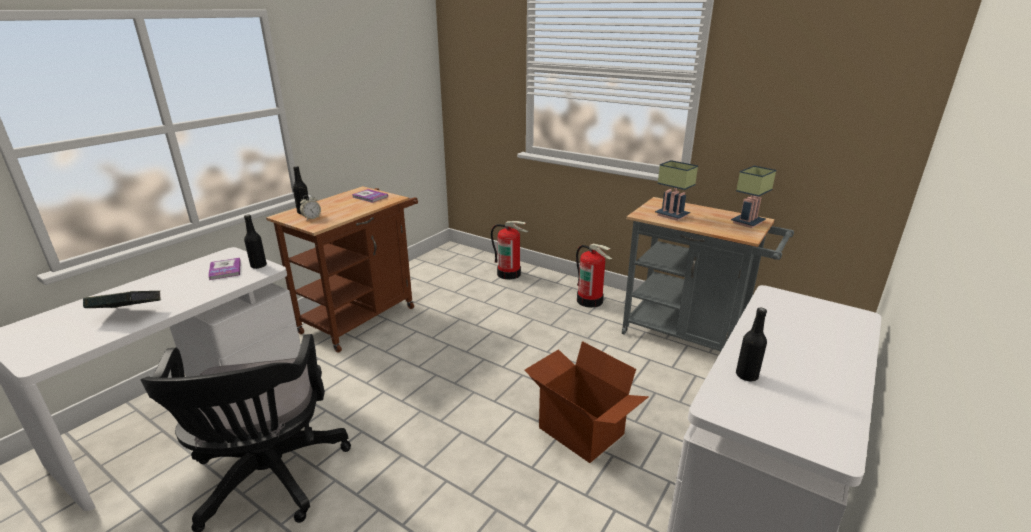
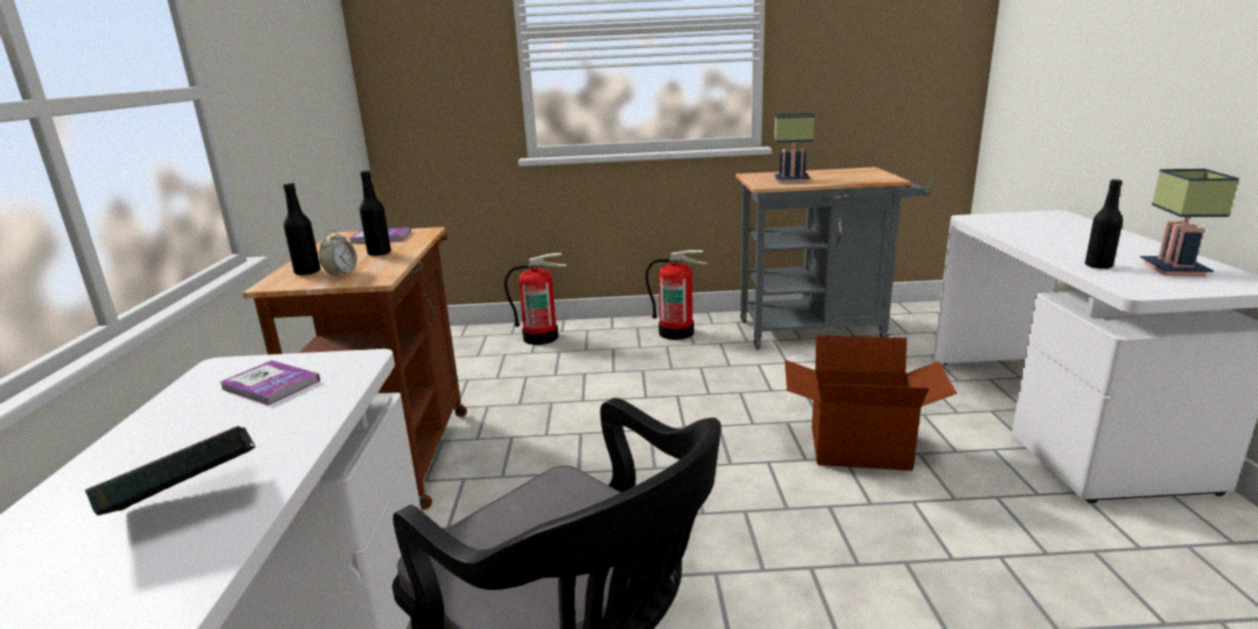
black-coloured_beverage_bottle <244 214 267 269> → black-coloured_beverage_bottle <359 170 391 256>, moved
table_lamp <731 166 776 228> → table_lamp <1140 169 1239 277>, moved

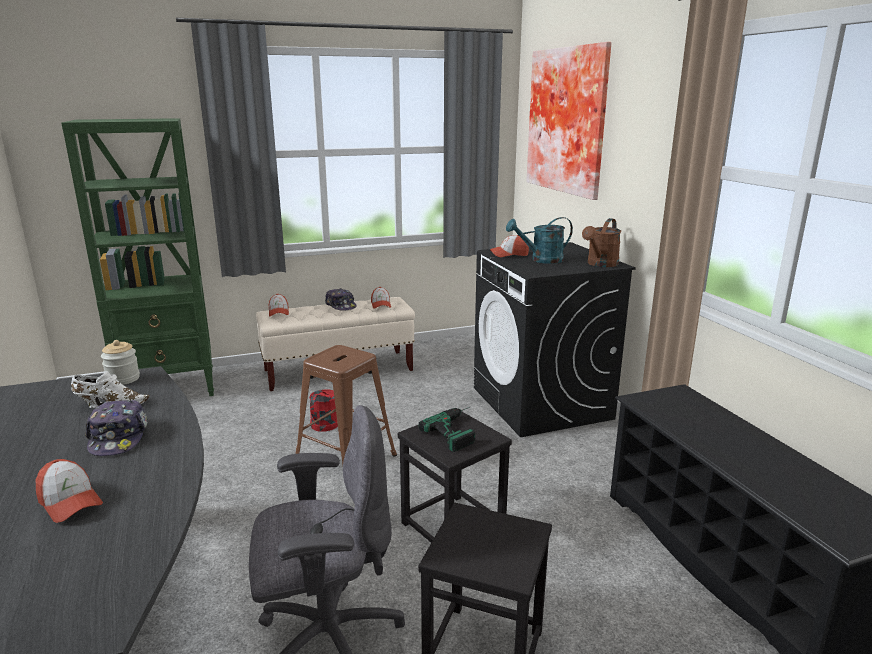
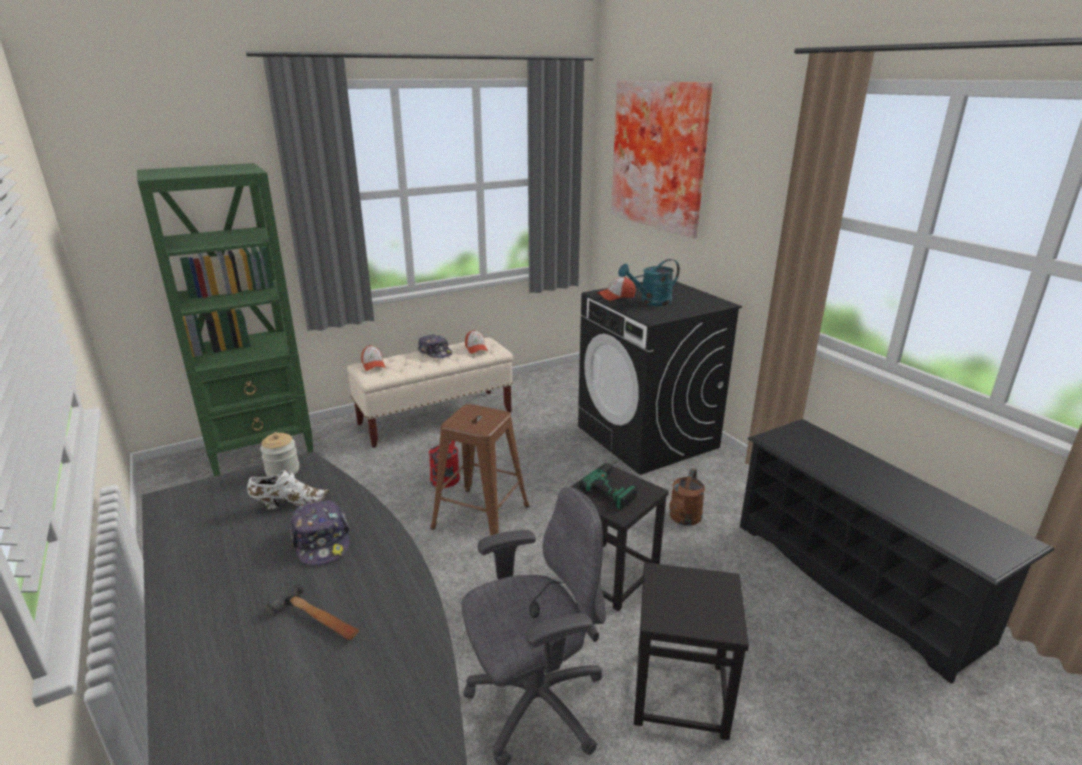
peaked_cap <36 459 103 523> → tool_hammer <266 584 359 640>
brown-coloured_sprinkling_can <582 218 621 267> → brown-coloured_sprinkling_can <669 468 705 526>, moved

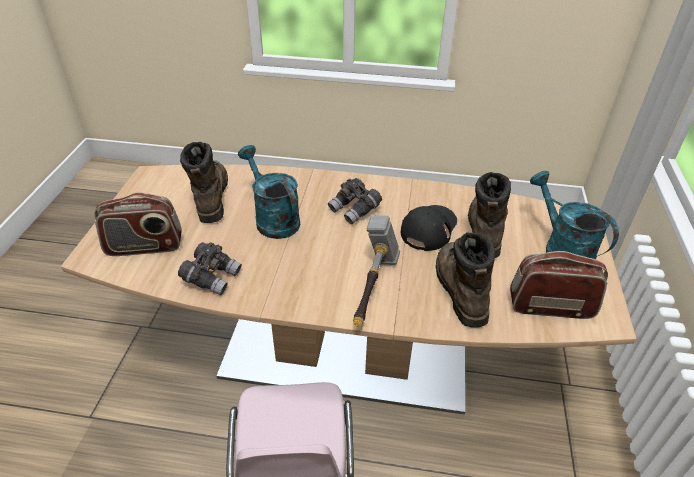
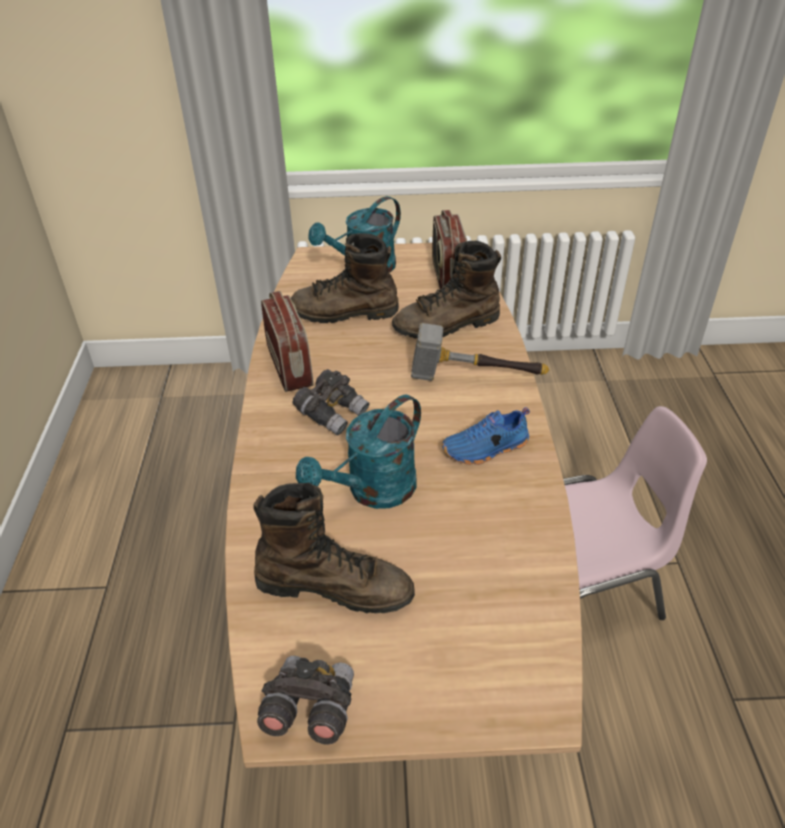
brown-coloured_boot <180 142 228 223> → brown-coloured_boot <253 482 415 613>, 150 degrees counterclockwise
grey_pair_of_binoculars <178 242 242 295> → grey_pair_of_binoculars <257 656 354 745>, moved
radio_set <95 193 182 256> → radio_set <261 291 314 392>, moved
- → blue_shoe <442 407 530 465>
black-coloured_peaked_cap <401 205 457 251> → -

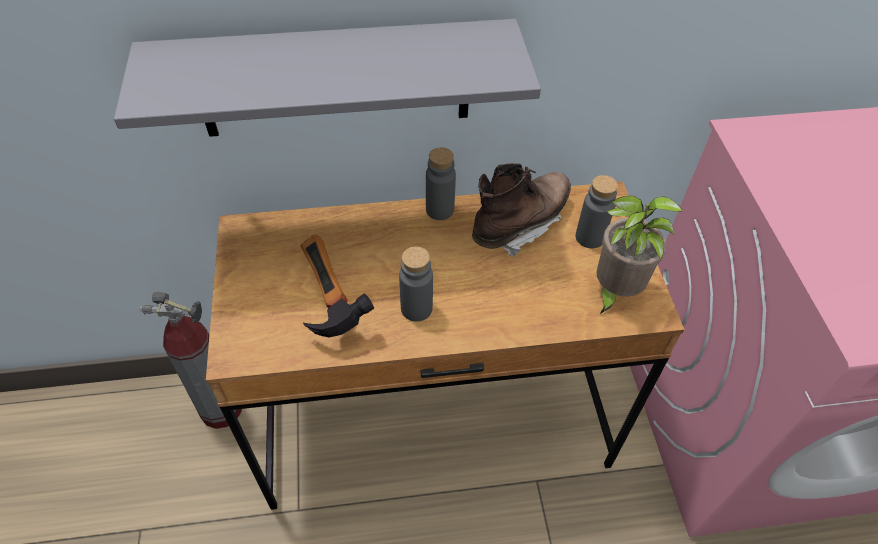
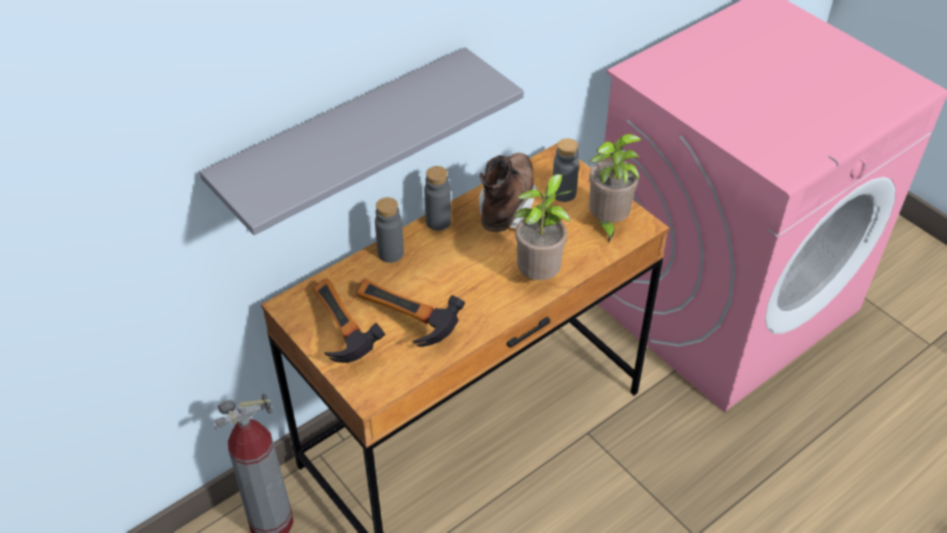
- → tool_hammer <313 278 385 363>
grey_beverage_bottle <399 246 433 322> → grey_beverage_bottle <375 197 404 263>, moved
- → houseplant <515 174 573 280>

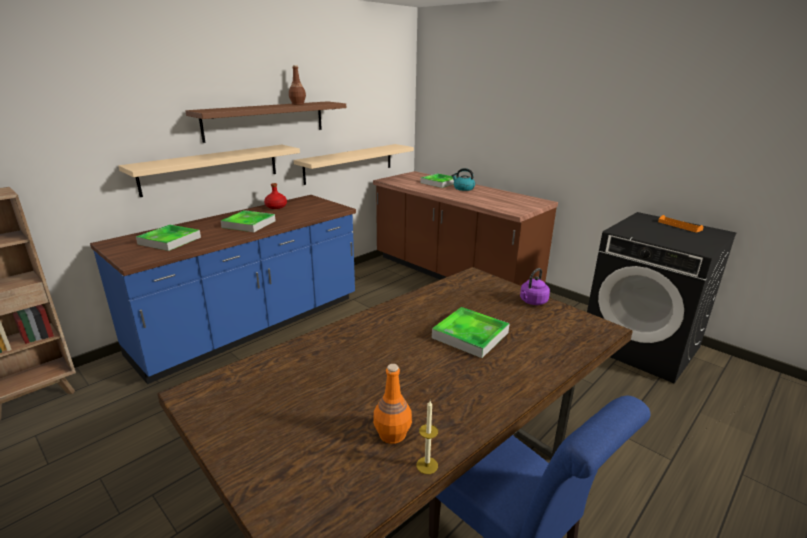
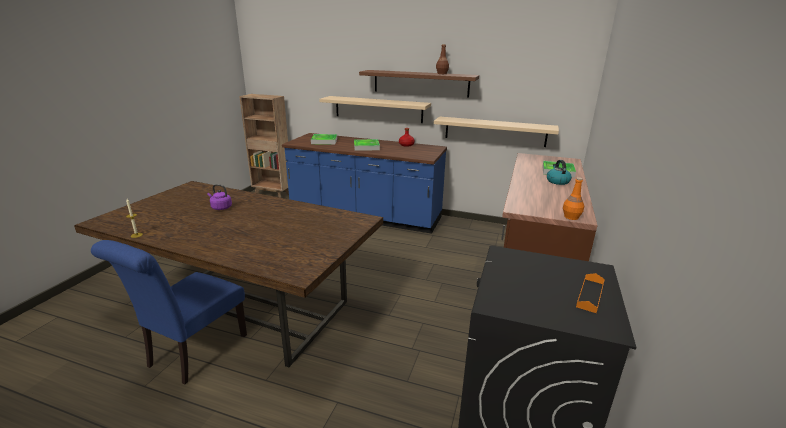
purple_water_kettle <520 268 550 305> → purple_water_kettle <207 184 232 210>, moved
orangey_beverage_bottle <373 364 412 444> → orangey_beverage_bottle <563 177 584 220>, moved
tray <432 307 510 358> → -

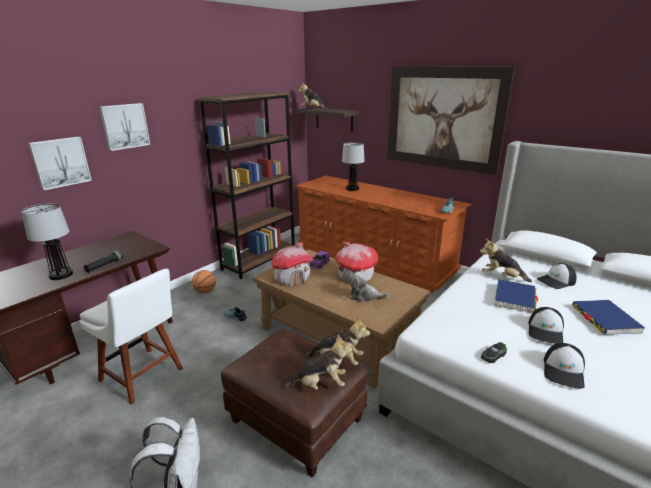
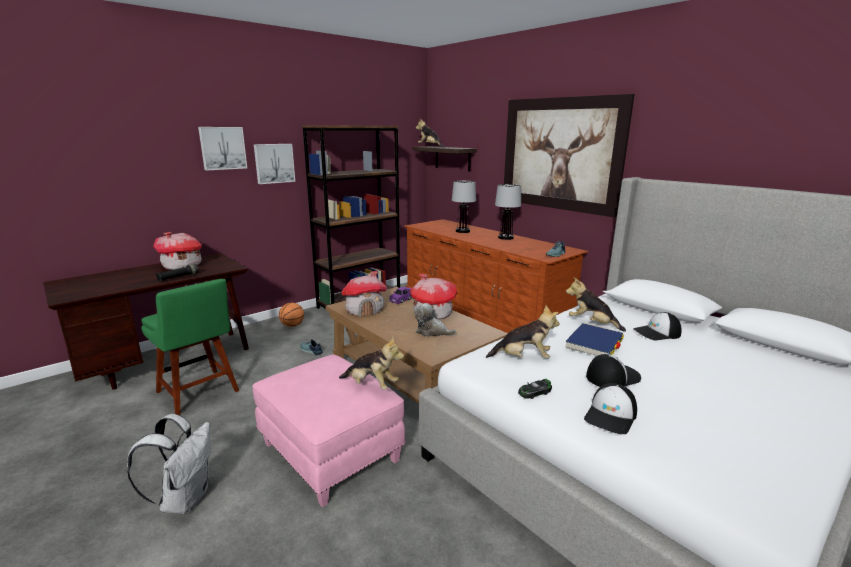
white-coloured_upright_chair <80 269 183 405> → green_upright_chair <141 279 239 415>
- → toy_house <153 232 202 270>
brown-coloured_footrest <221 329 368 478> → pink_footrest <252 354 406 507>
wall_art <28 137 92 190> → wall_art <254 144 295 184>, moved
soft_toy <284 335 352 390> → soft_toy <486 306 560 358>, moved
table_lamp <21 203 73 280> → table_lamp <495 184 521 240>, moved
peaked_cap <528 307 564 344> → peaked_cap <586 354 641 387>, 150 degrees counterclockwise
blue_bound_book <572 300 645 335> → -

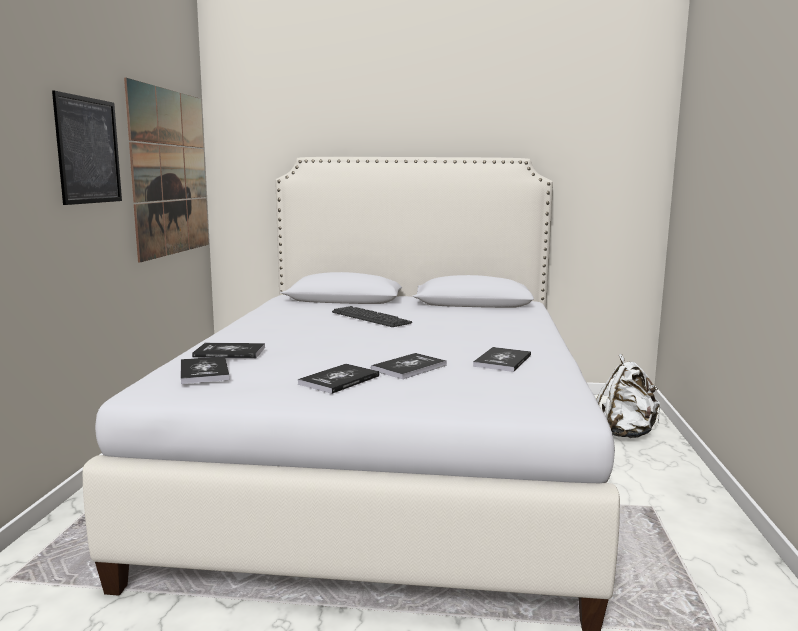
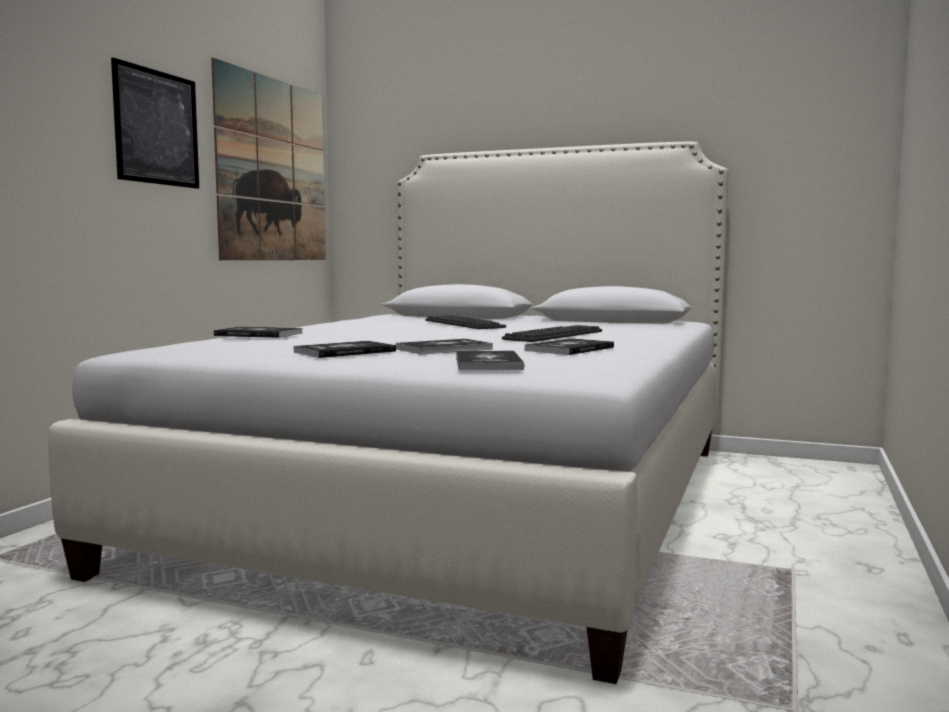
bound_book <181 356 230 384> → bound_book <456 351 524 370>, moved
- → PC_keyboard <502 325 602 342>
white-coloured_backpack <596 354 660 438> → -

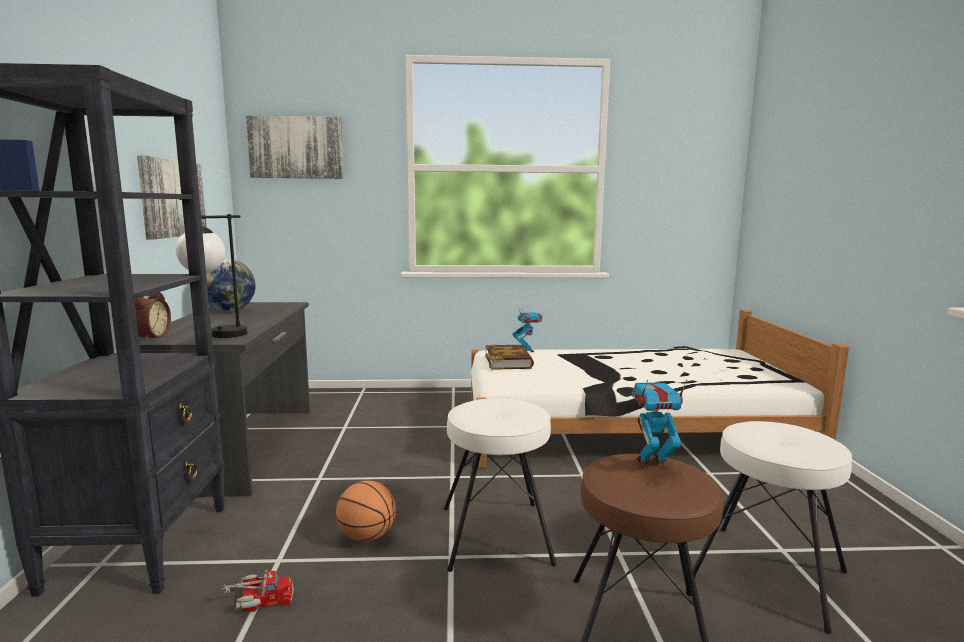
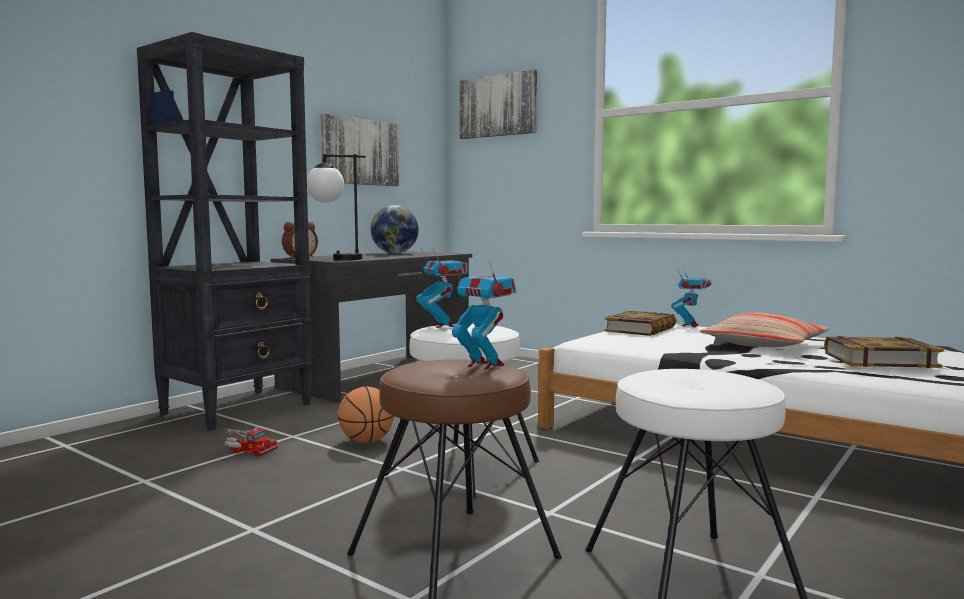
- → toy_robot <416 248 468 328>
- → throw_pillow <700 313 830 347>
- → bound_book <824 336 944 368>

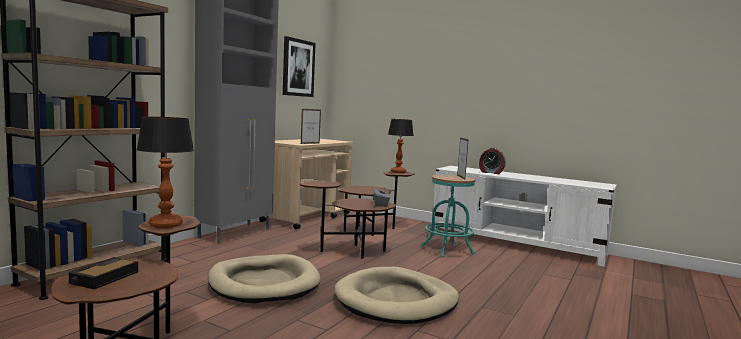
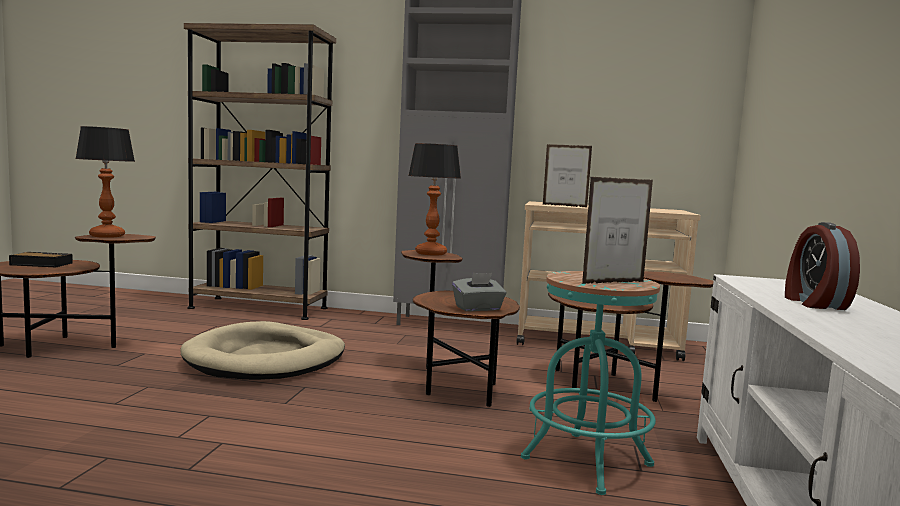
table_lamp <388 119 414 173> → table_lamp <408 143 461 256>, moved
wall_art <283 36 316 97> → -
beige-coloured_pet_bed <334 267 459 324> → -

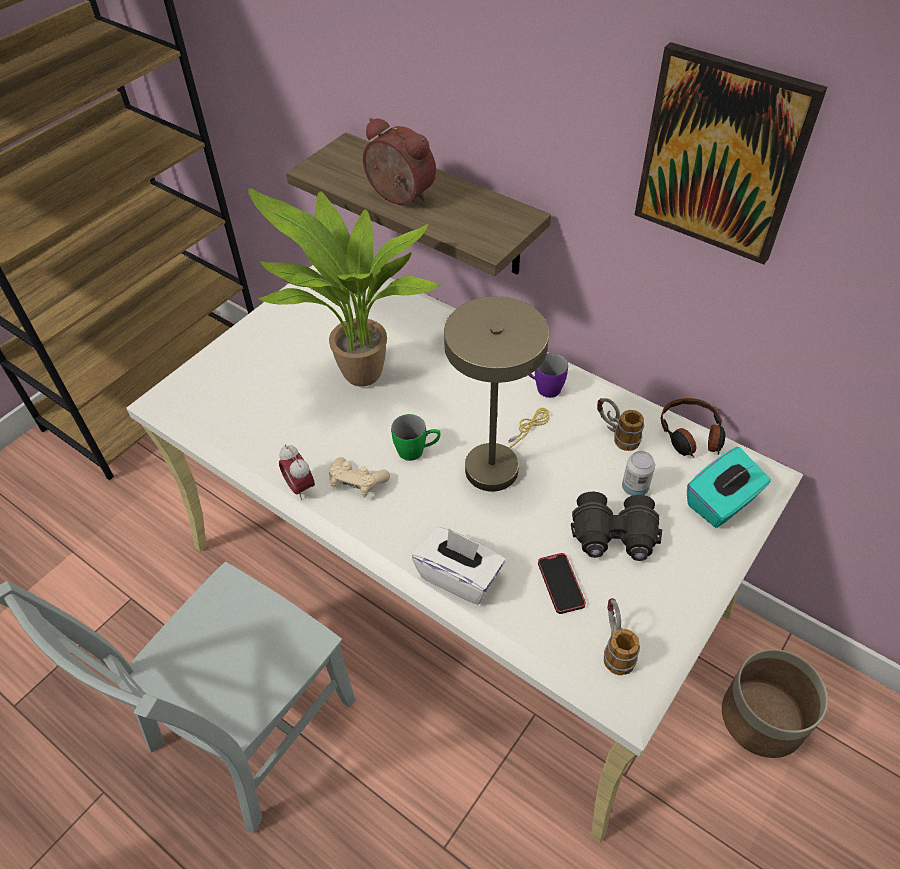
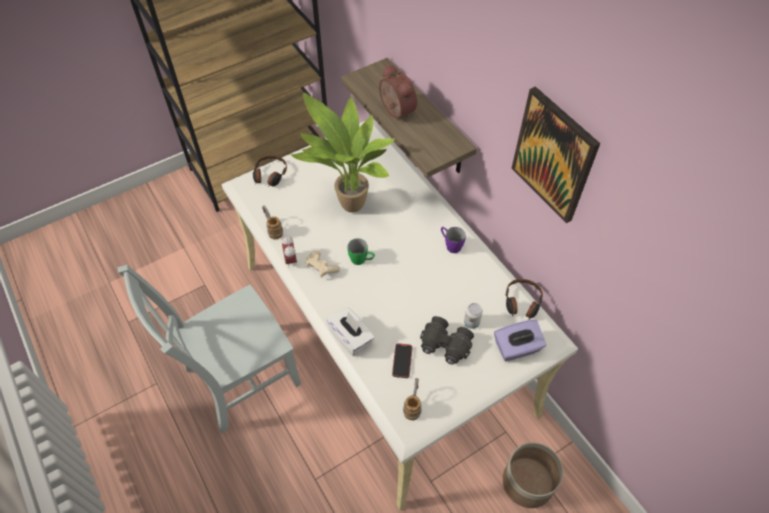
- → headset <253 155 287 186>
mug <597 398 644 451> → mug <262 206 283 240>, moved
turquoise_tissue_holder <687 447 771 528> → purple_tissue_holder <494 320 546 361>
beige-coloured_table_lamp <444 296 550 492> → -

